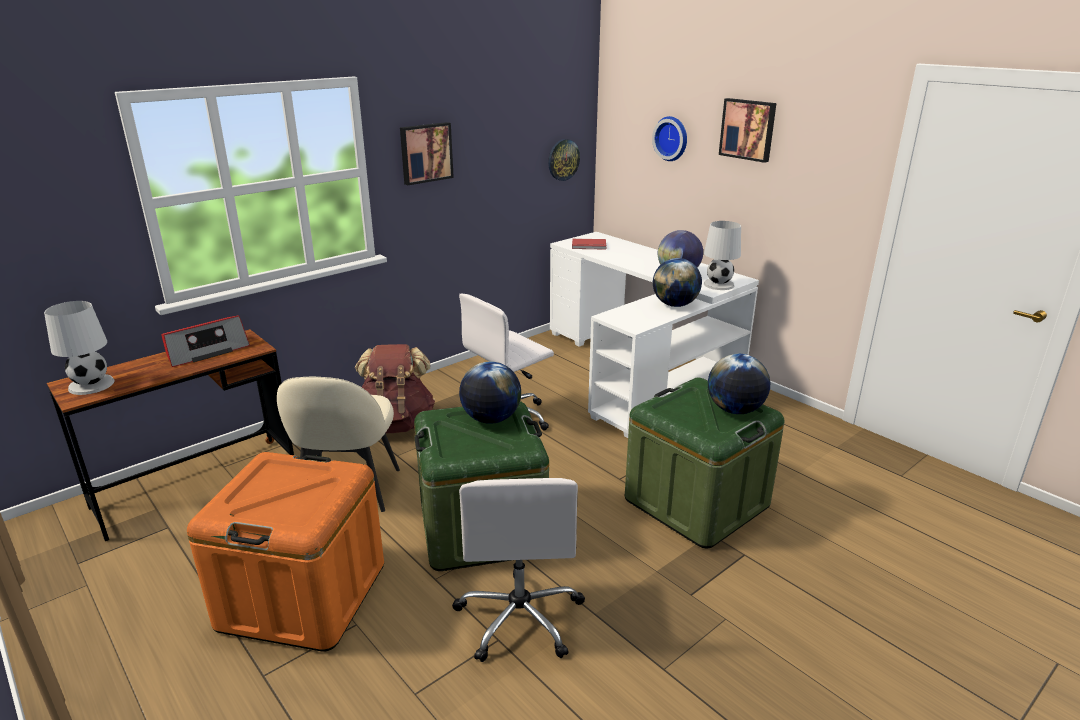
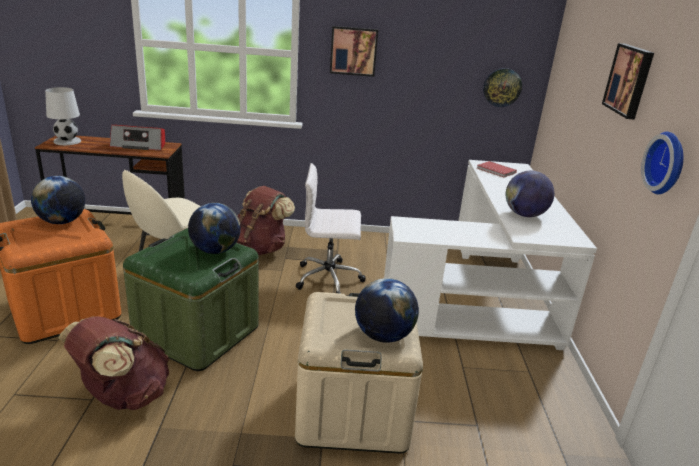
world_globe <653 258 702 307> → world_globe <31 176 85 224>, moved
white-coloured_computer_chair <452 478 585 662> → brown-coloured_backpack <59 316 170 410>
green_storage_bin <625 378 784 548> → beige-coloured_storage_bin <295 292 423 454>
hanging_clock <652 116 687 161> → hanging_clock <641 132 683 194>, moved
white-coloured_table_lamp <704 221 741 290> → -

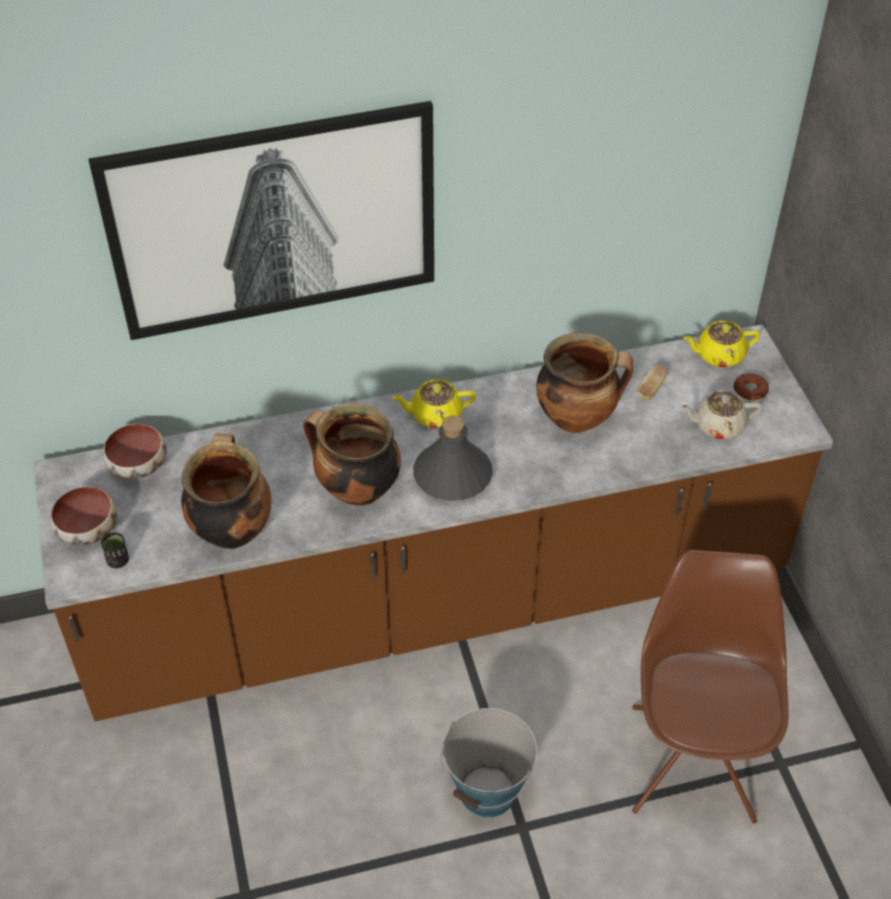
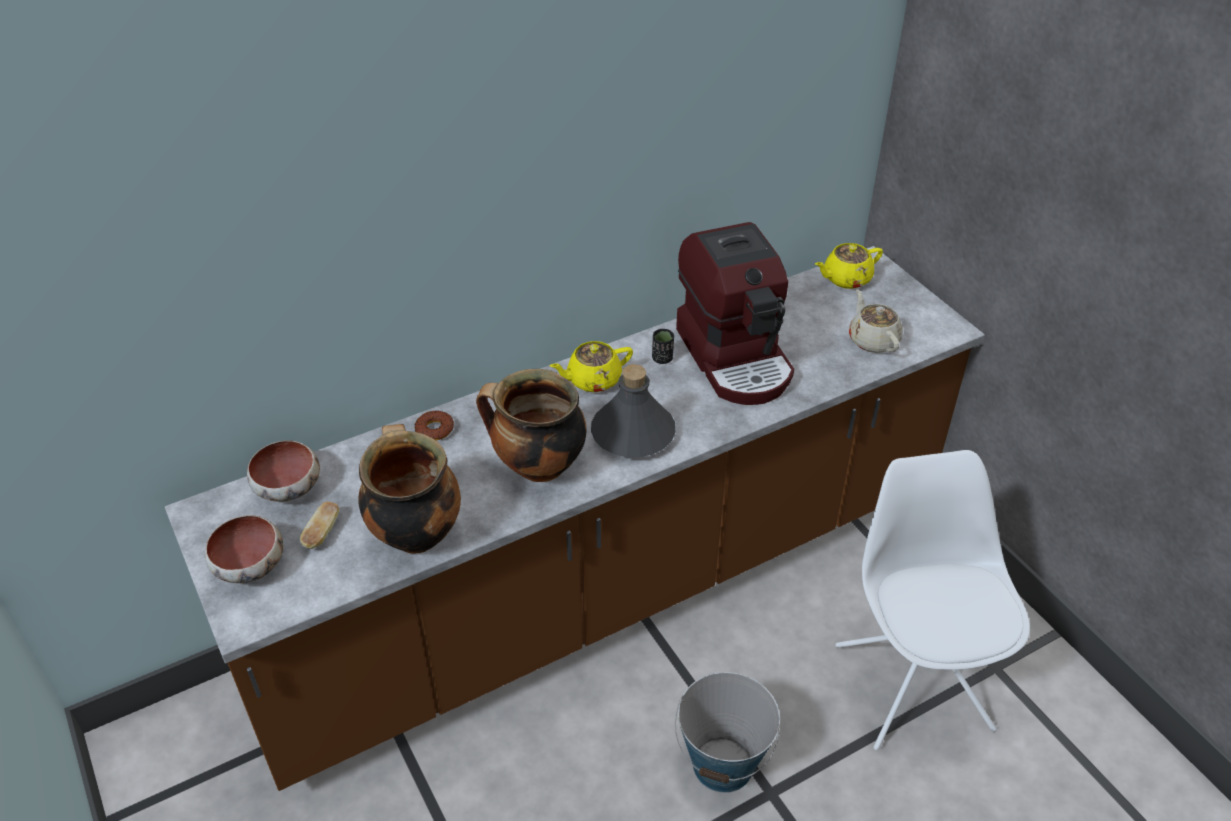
bakery_bread <637 365 667 400> → bakery_bread <300 502 339 549>, moved
doughnut <734 373 769 400> → doughnut <415 410 454 440>, moved
black-coloured_cup <101 532 129 568> → black-coloured_cup <652 329 674 364>, moved
cooking_pot <536 333 633 433> → coffee_machine <676 222 794 405>
brown-coloured_upright_chair <632 550 788 824> → white-coloured_upright_chair <835 450 1030 751>
beige-coloured_teapot <680 390 762 439> → beige-coloured_teapot <849 289 903 353>, 90 degrees clockwise
wall_art <88 101 434 340> → -

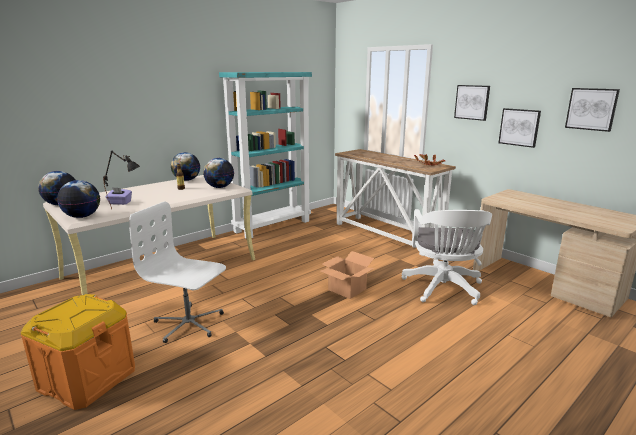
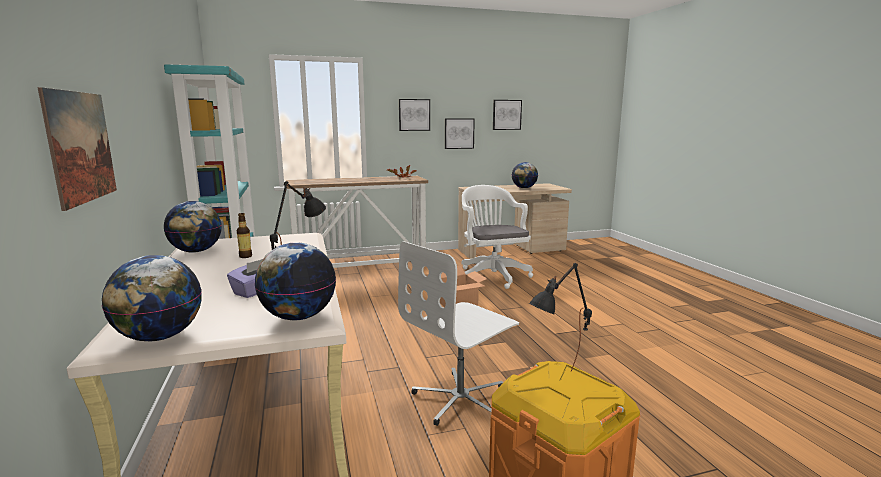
- → wall_art <37 87 117 211>
white-coloured_computer_chair <402 209 492 305> → white-coloured_computer_chair <461 185 533 289>, 135 degrees counterclockwise
world_globe <203 158 234 188> → world_globe <512 162 538 188>, moved
- → black-coloured_table_lamp <529 263 592 371>

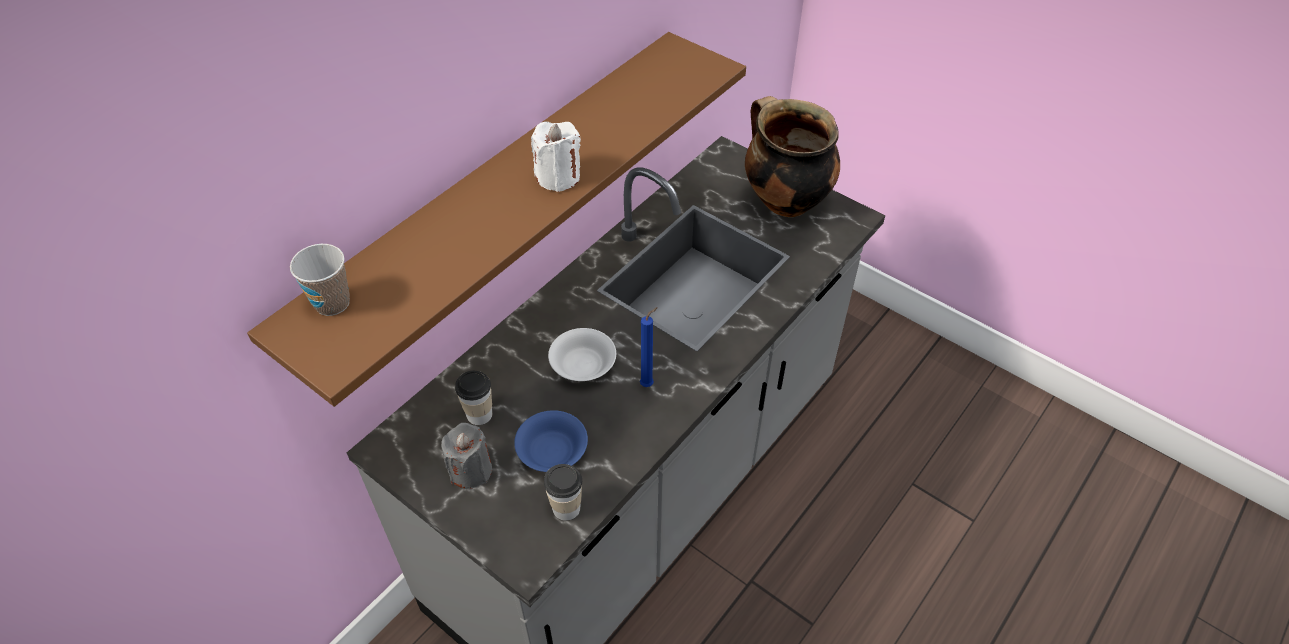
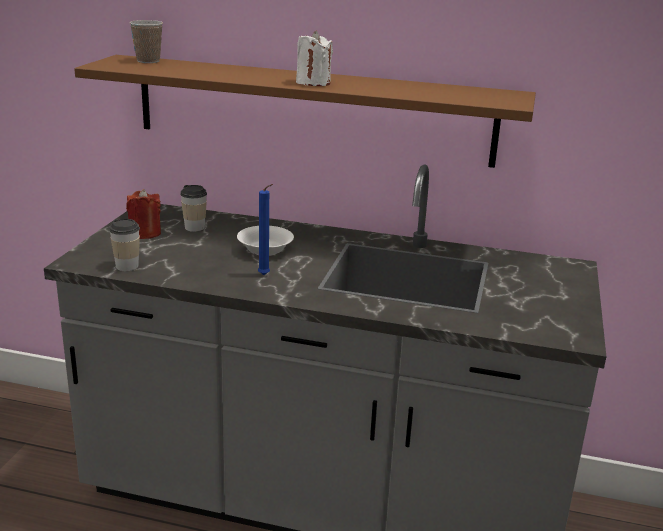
grey_wax_candle <441 423 492 489> → red_wax_candle <126 189 161 239>
blue_deep_dish <514 410 588 472> → -
cooking_pot <745 96 840 217> → -

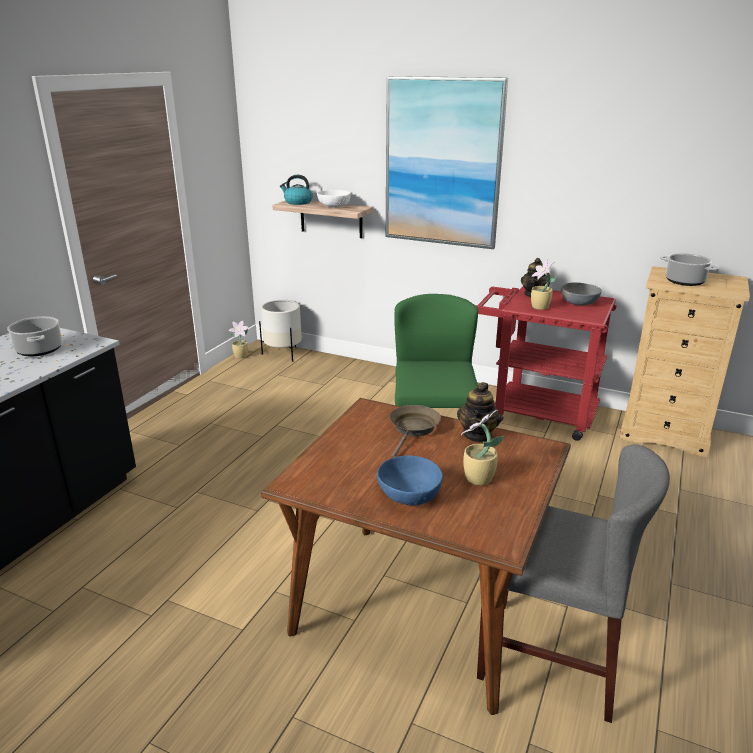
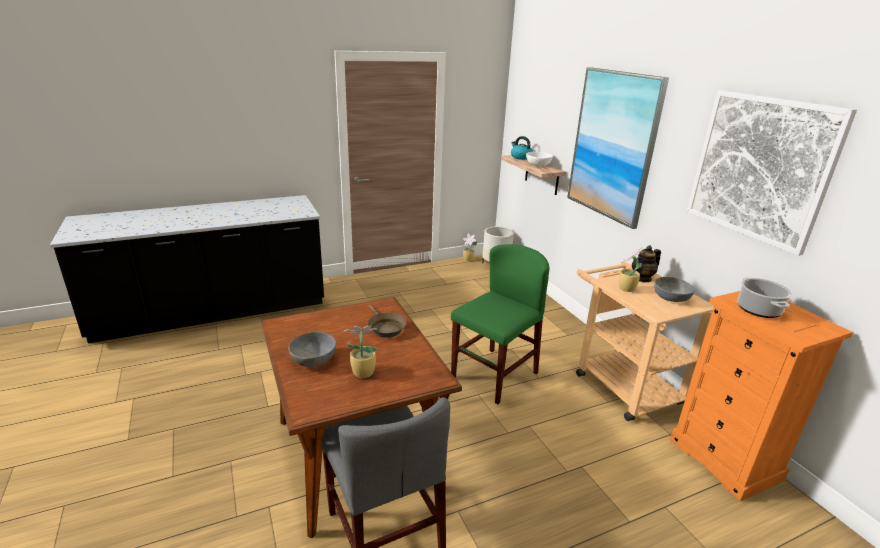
blue_deep_dish <377 455 443 505> → grey_deep_dish <289 332 336 367>
brown-coloured_skillet <390 405 441 458> → brown-coloured_skillet <368 305 407 338>, 90 degrees clockwise
red_trolley <475 286 617 441> → beige-coloured_trolley <576 261 714 421>
beige-coloured_dresser <619 266 750 457> → orangey_dresser <670 291 853 501>
- → wall_art <687 90 857 256>
cooking_pot <7 316 62 356> → -
teapot <457 382 501 443> → -

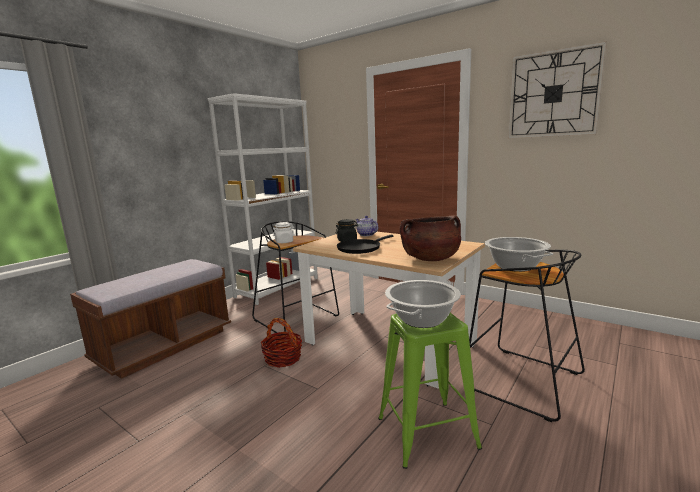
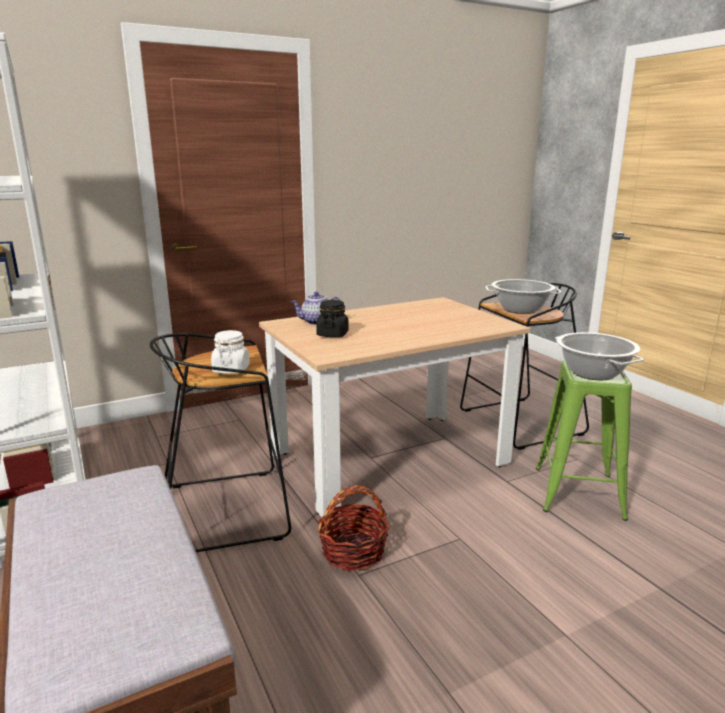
black-coloured_skillet <337 235 393 254> → -
brown-coloured_cooking_pot <400 216 461 261> → -
hanging_clock <508 41 607 138> → -

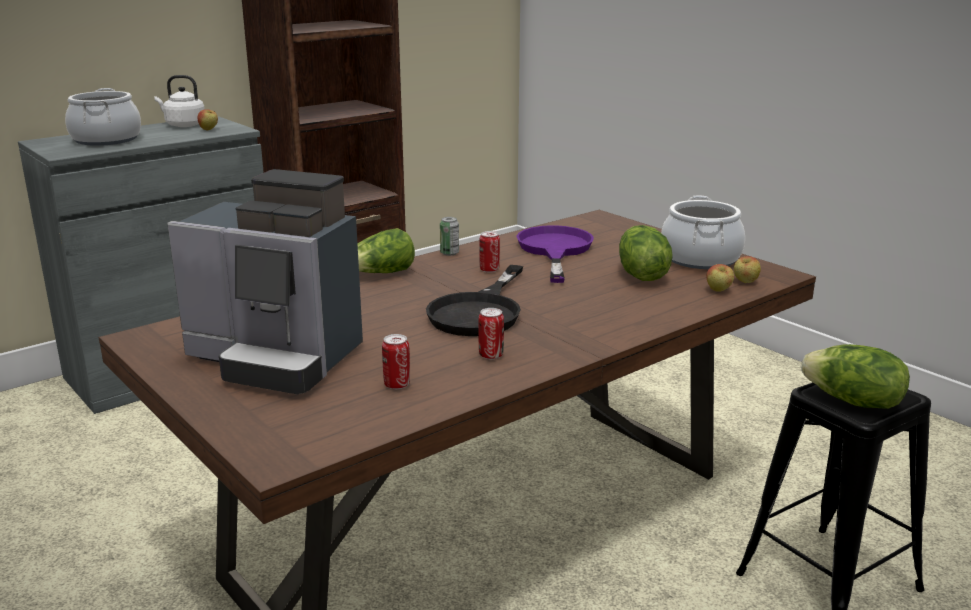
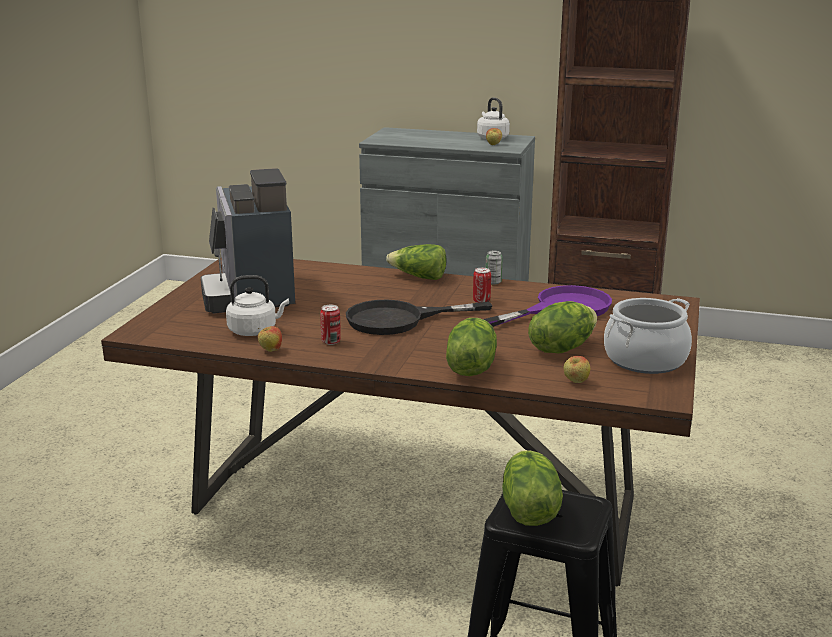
can <382 334 410 389> → white-coloured_water_kettle <226 275 289 336>
apple_fruit <734 256 761 283> → apple_fruit <258 326 282 352>, moved
- → head_of_lettuce <446 318 497 376>
cooking_pot <65 88 141 146> → -

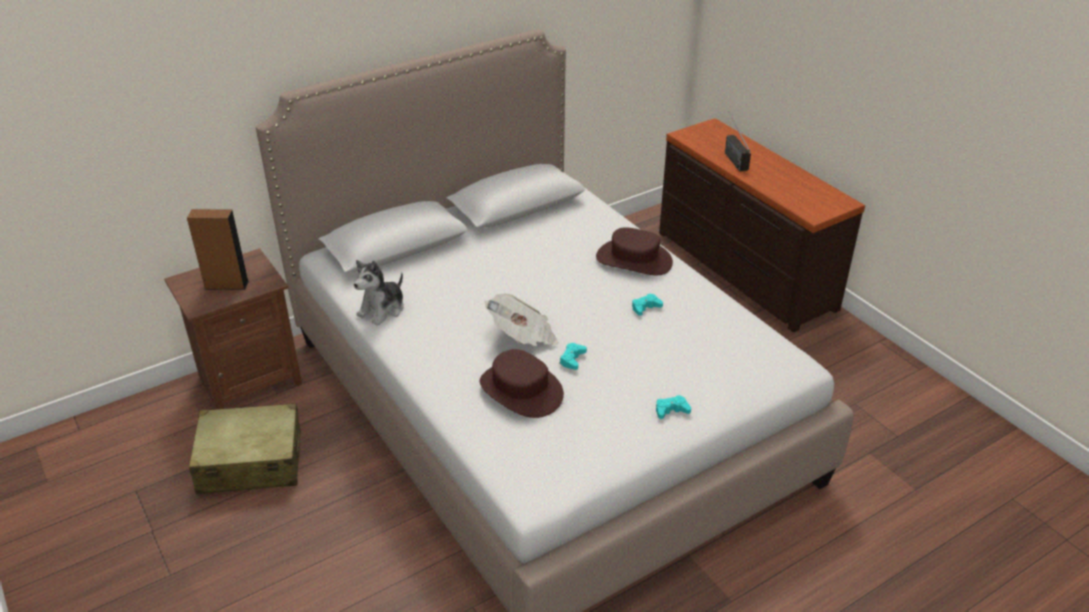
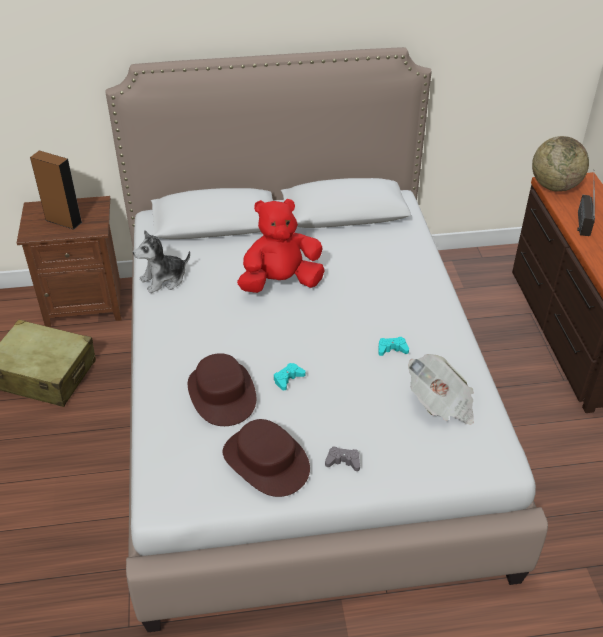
brown-coloured_hat <596 227 673 275> → brown-coloured_hat <223 419 310 497>, moved
- → red_soft_toy <237 199 325 293>
turquoise_joypad <656 395 691 419> → grey_joypad <325 446 360 471>
newspaper <484 294 559 346> → newspaper <408 354 474 425>, moved
- → world_globe <532 136 589 192>

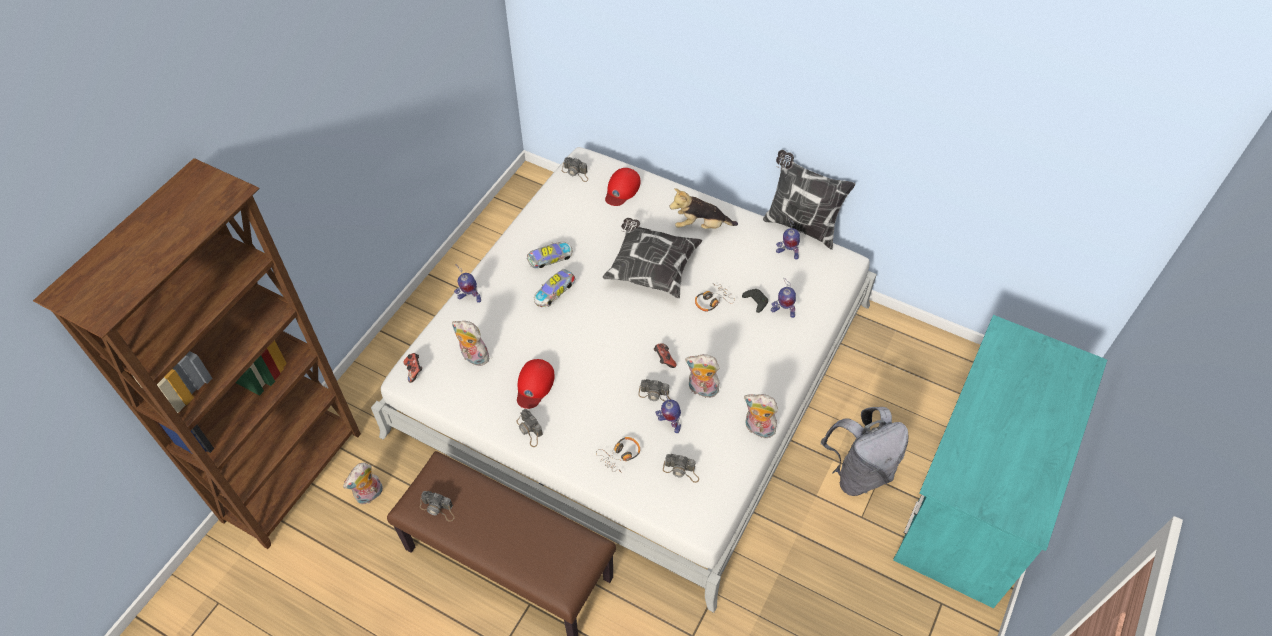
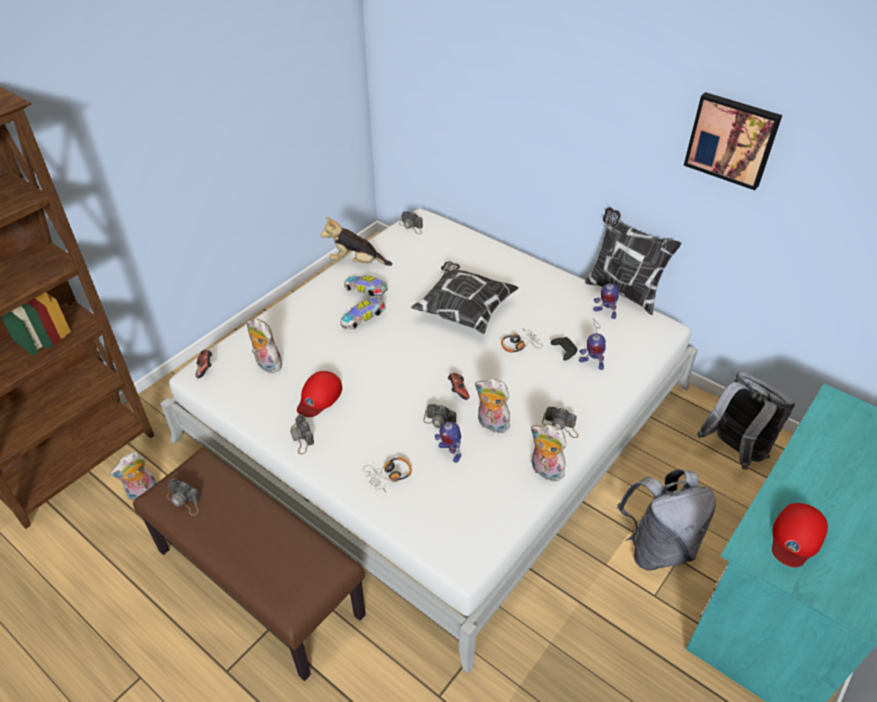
soft_toy <669 188 738 229> → soft_toy <321 217 392 266>, moved
toy_car <527 241 573 268> → toy_car <344 275 387 296>, 135 degrees counterclockwise
photo_camera <663 454 699 483> → photo_camera <542 407 578 438>, moved
- → wall_art <684 92 782 190>
- → grey_backpack <697 371 795 470>
red_peaked_cap <605 168 640 206> → red_peaked_cap <772 503 828 567>, moved
toy_robot <454 264 481 303> → -

